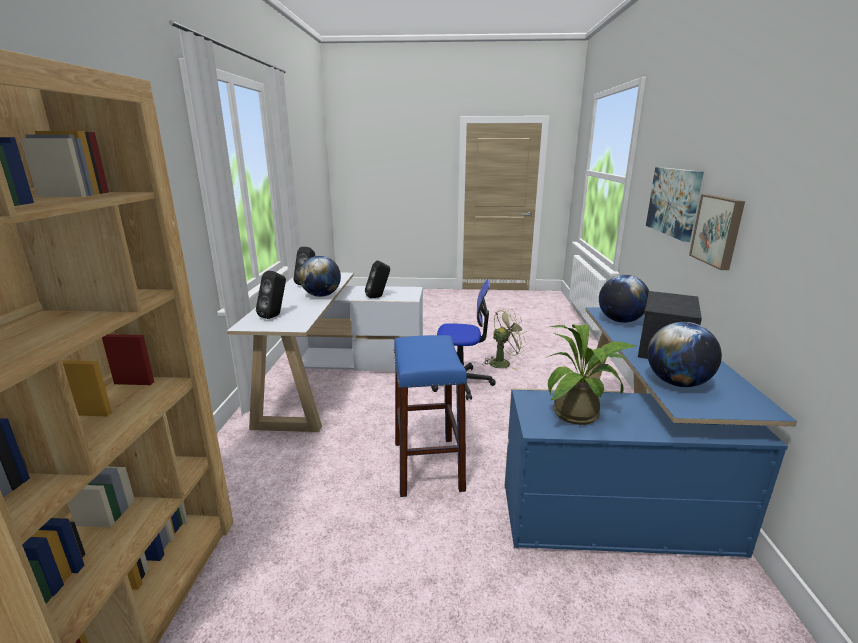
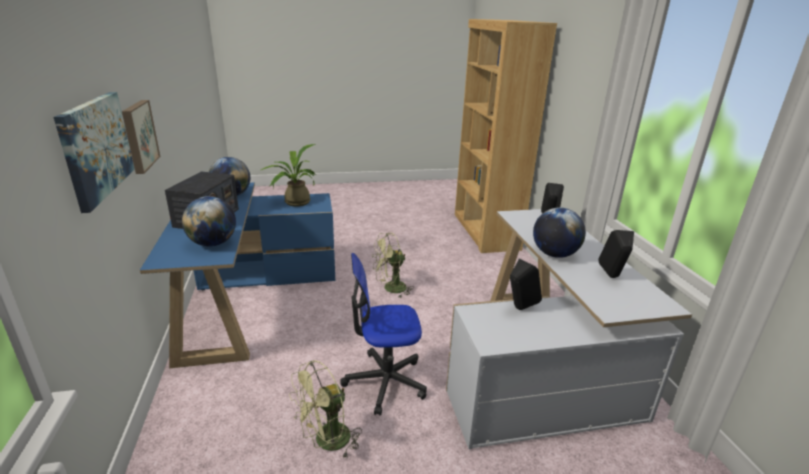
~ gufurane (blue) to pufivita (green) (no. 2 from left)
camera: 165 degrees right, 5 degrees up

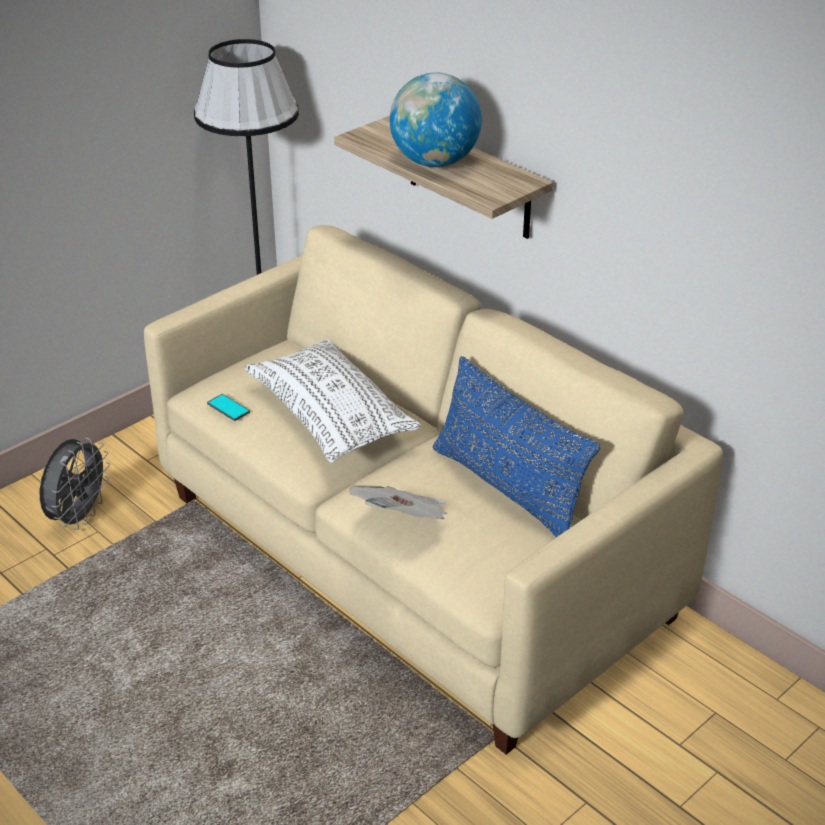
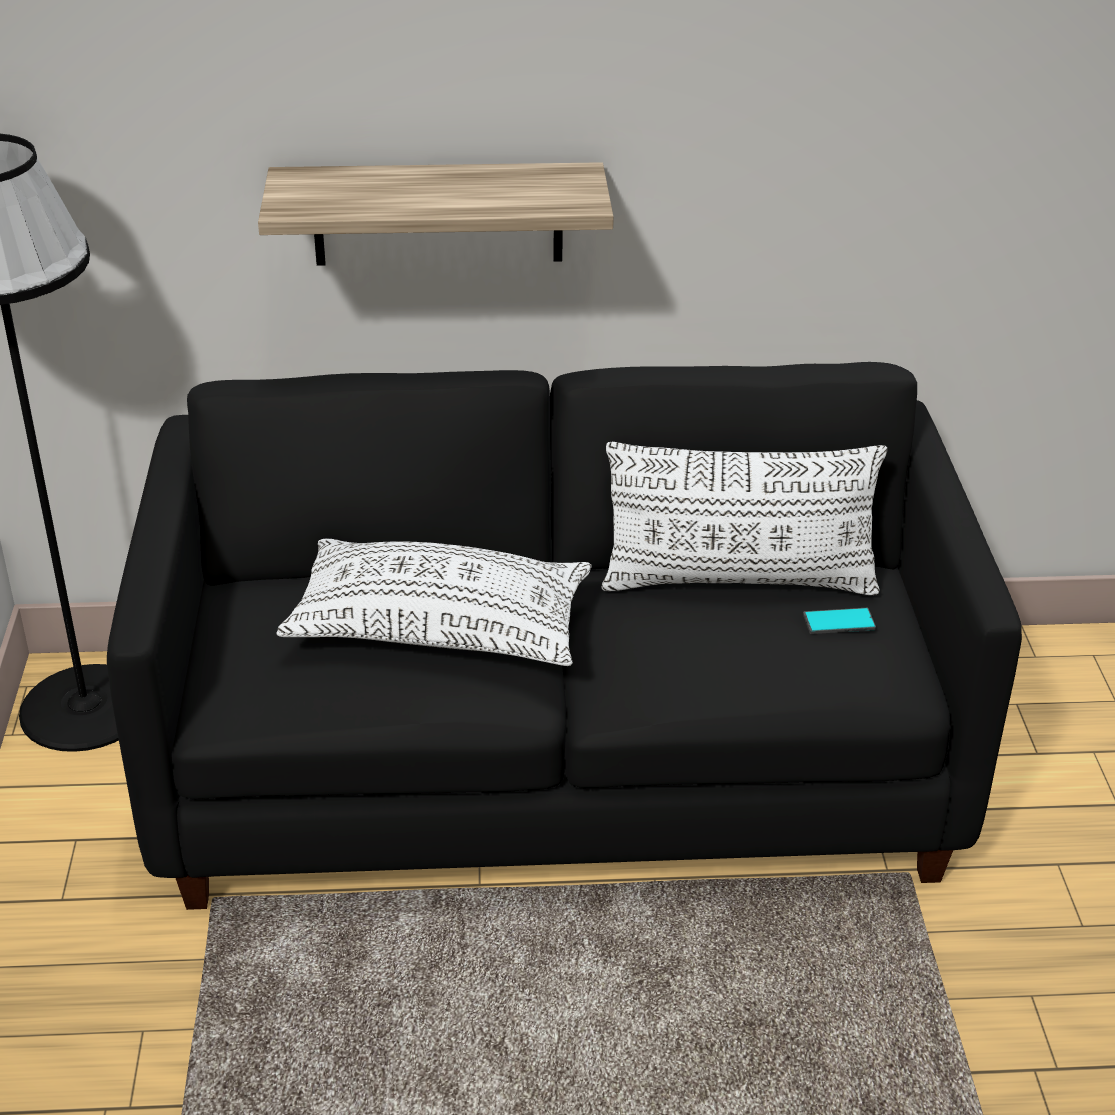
- pufivita (grey)
~ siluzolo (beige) to siluzolo (black)
~ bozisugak
- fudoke
- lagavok
~ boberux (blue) to boberux (white) (no. 2 from left)
camera: 50 degrees left, 0 degrees up

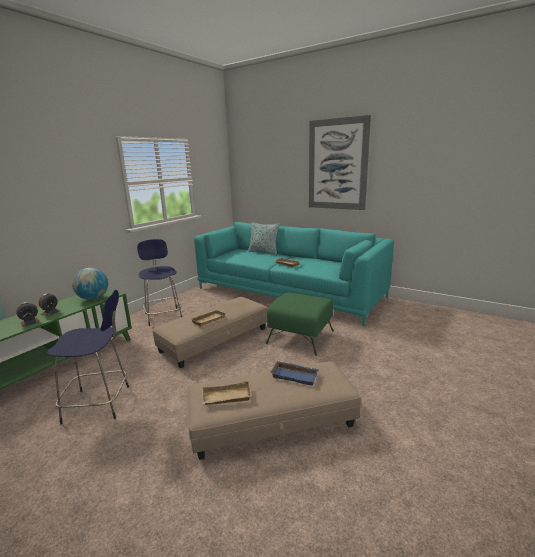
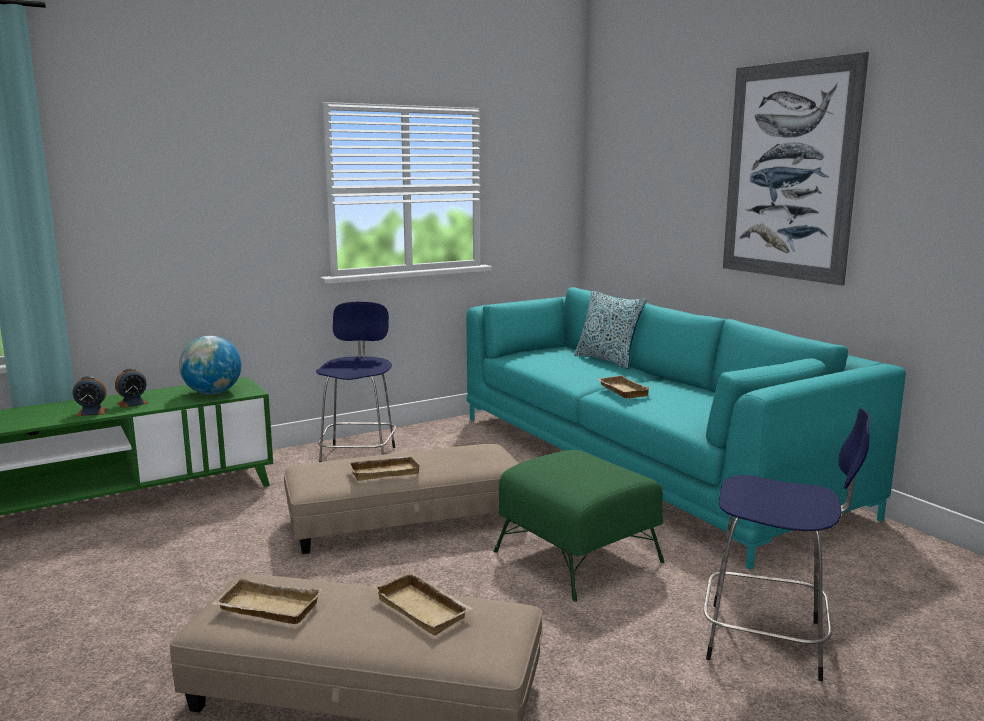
~ gufurane (blue) (no. 1 from left in the first image) to gufurane (blue) (no. 2 from left)
~ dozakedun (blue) to dozakedun (beige) (no. 3 from left)
camera: 25 degrees right, 5 degrees down

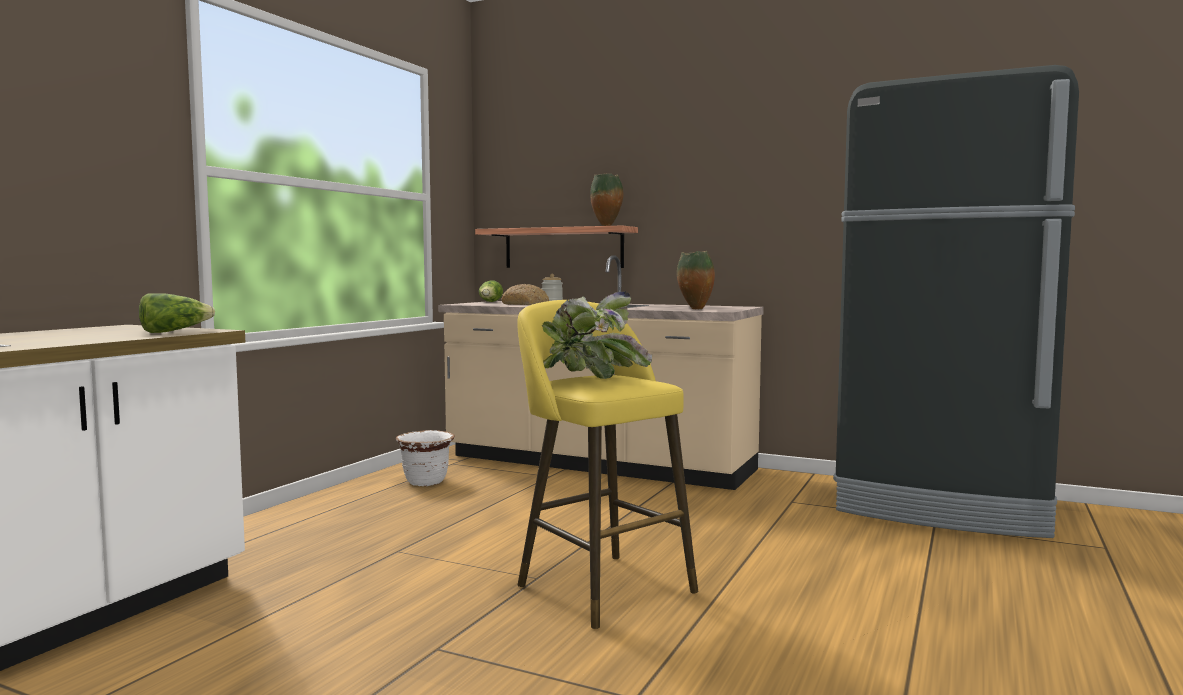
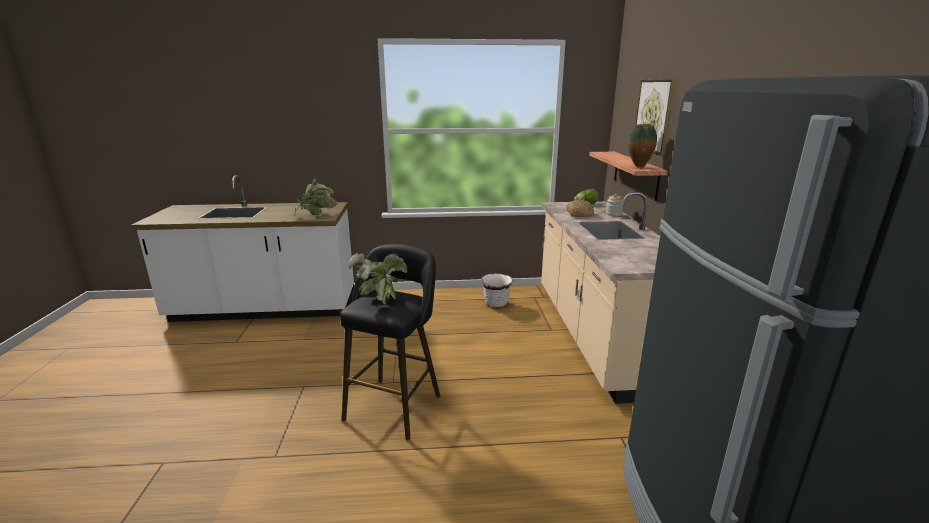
~ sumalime (no. 1 from left) to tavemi (no. 1 from left)
~ gufurane (yellow) to gufurane (black)
- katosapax (no. 2 from left)
+ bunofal
camera: 60 degrees right, 15 degrees up

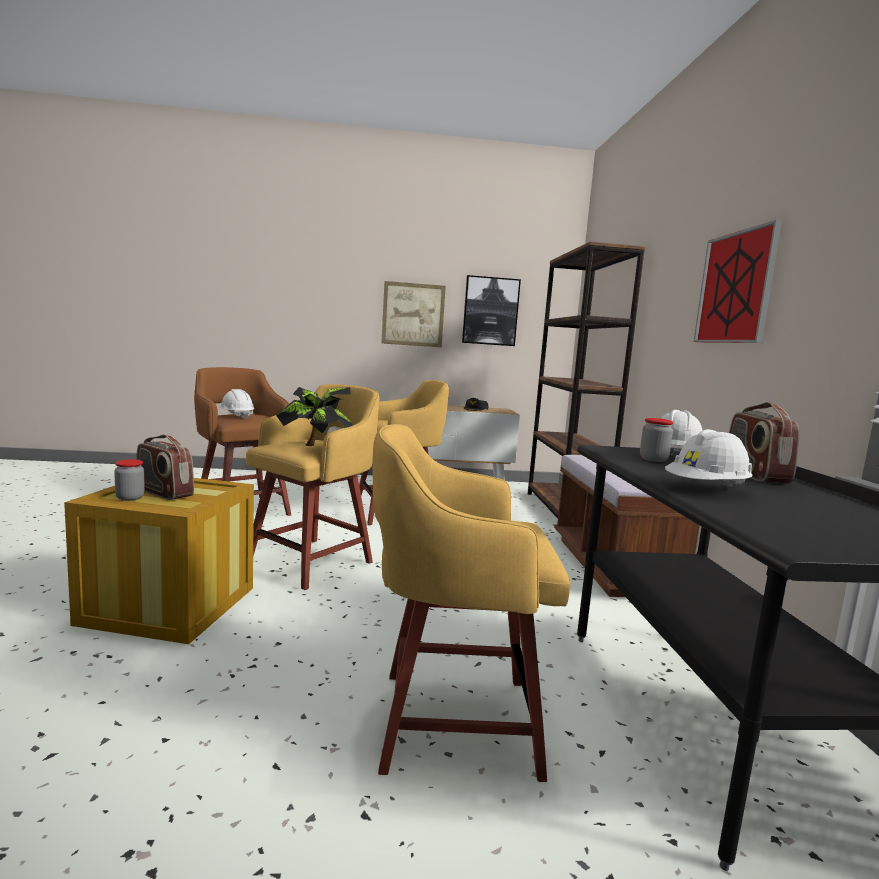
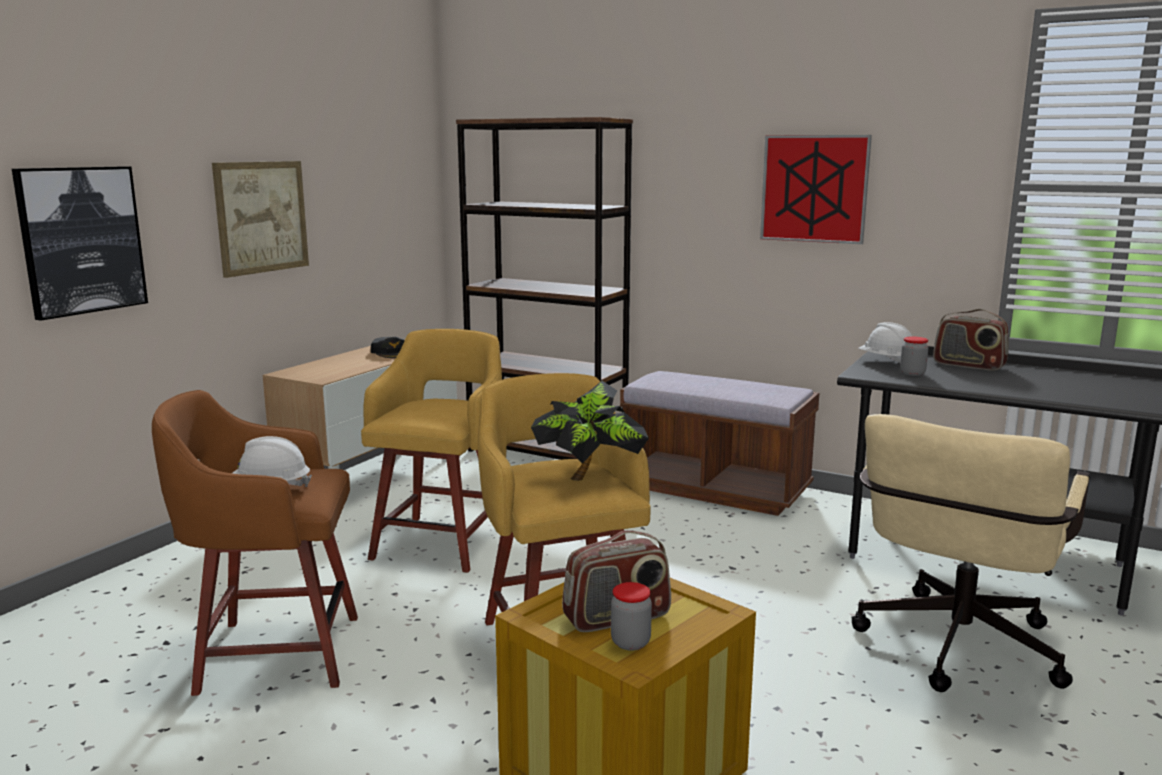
~ gufurane (yellow) (no. 3 from left) to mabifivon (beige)
~ bunofal (no. 2 from left in the first image) to bunofal (no. 1 from left)
- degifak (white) (no. 3 from left)
camera: 55 degrees left, 5 degrees up

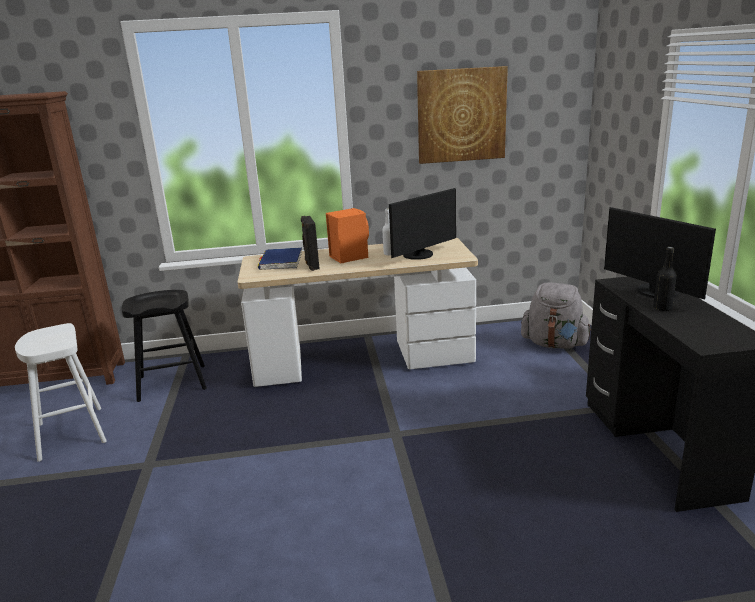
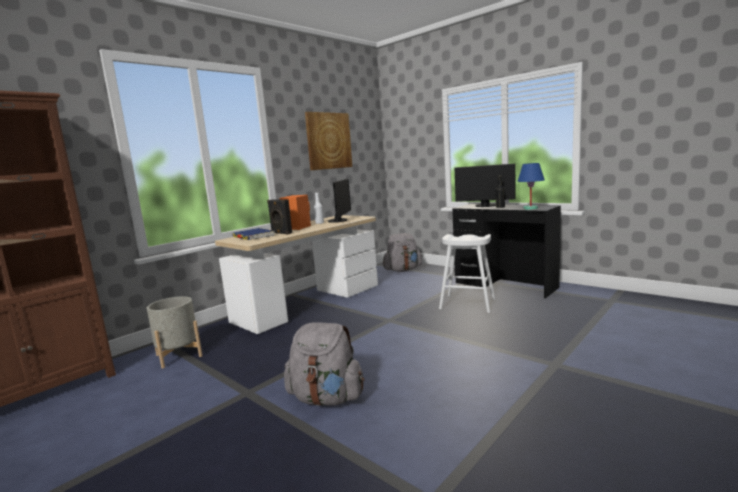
~ gufurane (white)
~ gufurane (black) to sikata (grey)
+ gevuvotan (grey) (no. 1 from left)
+ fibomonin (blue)
camera: 40 degrees left, 10 degrees down

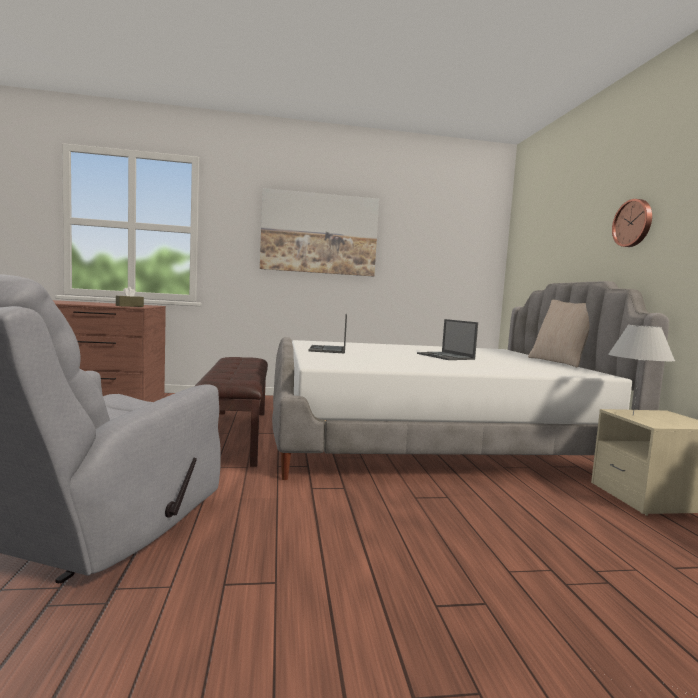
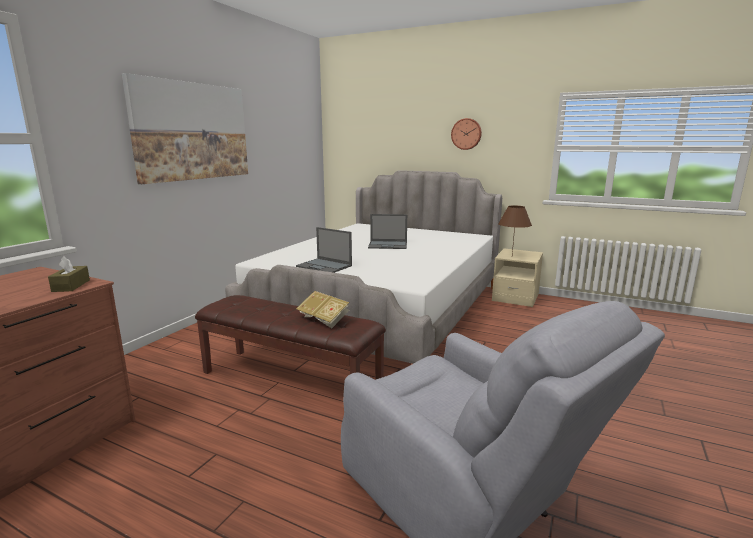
- boberux (beige)
~ fibomonin (white) to fibomonin (brown)
+ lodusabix
camera: 55 degrees left, 10 degrees up

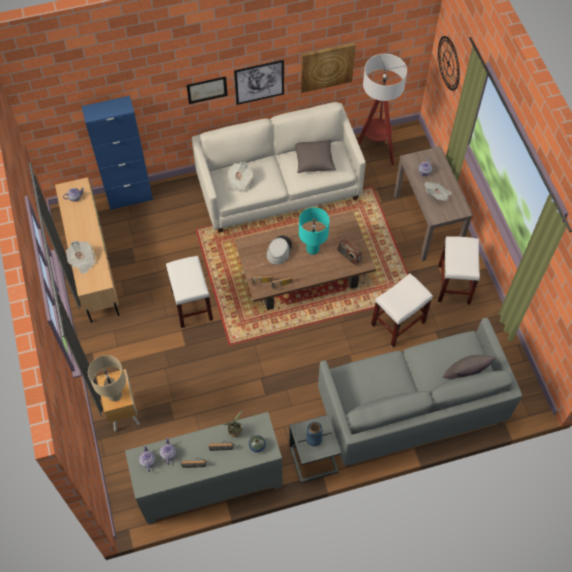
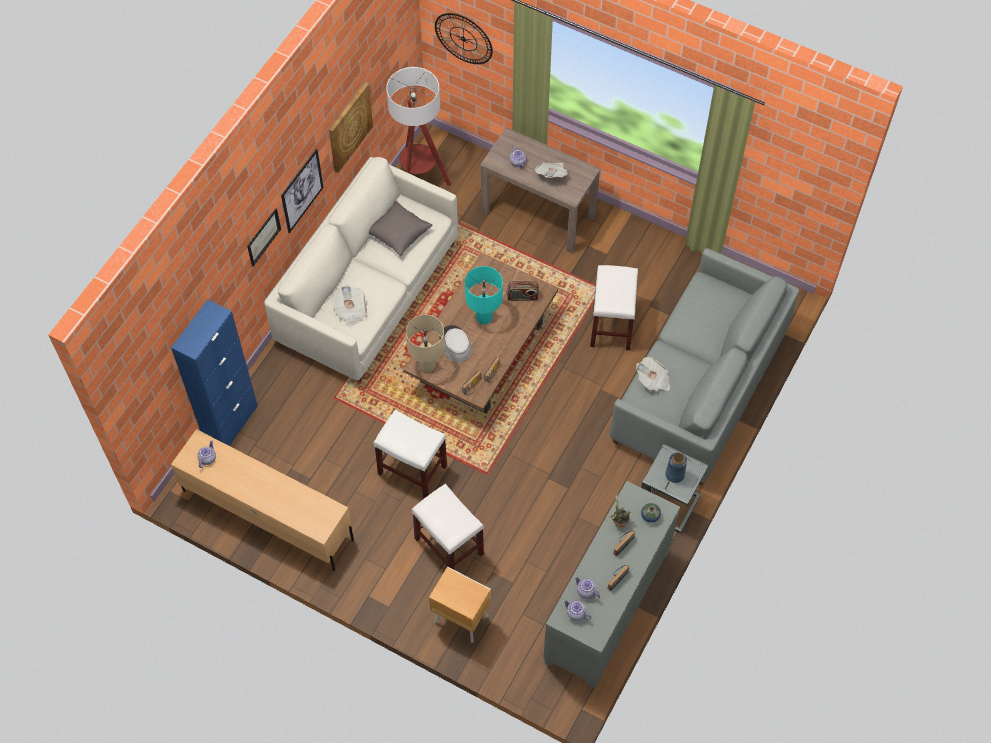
~ fudoke (no. 1 from left in the first image) to fudoke (no. 3 from left)
~ fibomonin (beige)
~ gufurane (white) (no. 3 from left in the first image) to gufurane (white) (no. 2 from left)
- boberux (grey) (no. 2 from left)
camera: 45 degrees left, 0 degrees up

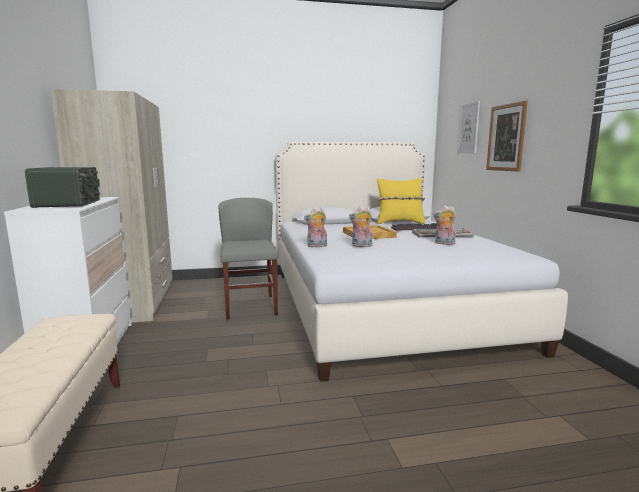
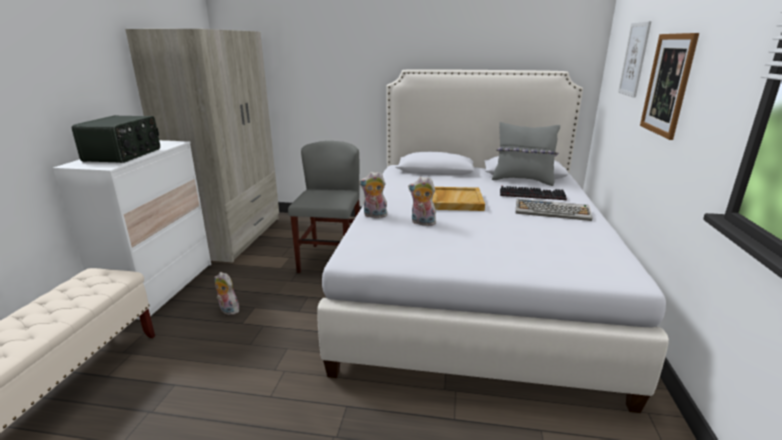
~ boberux (yellow) to boberux (grey)
~ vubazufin (no. 3 from left in the first image) to vubazufin (no. 1 from left)
camera: 20 degrees right, 10 degrees up

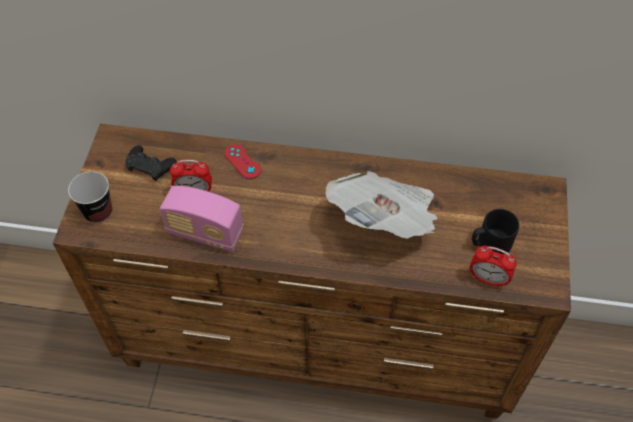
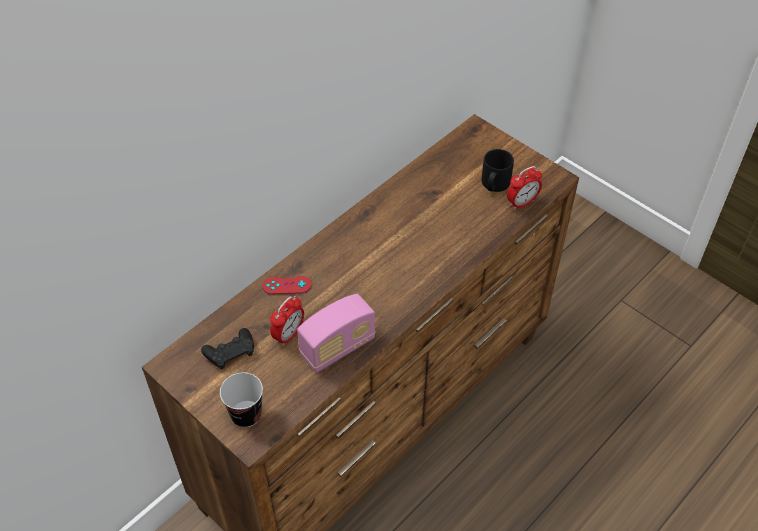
- fudoke
camera: 55 degrees left, 5 degrees down

